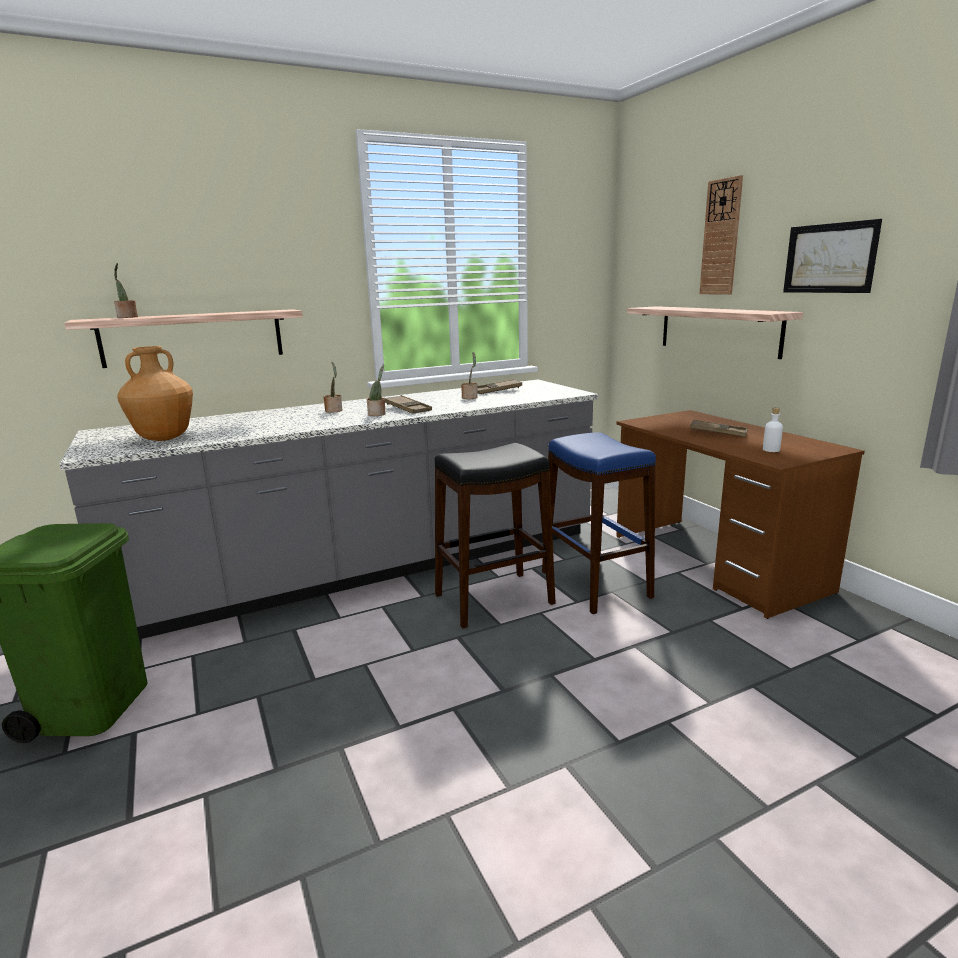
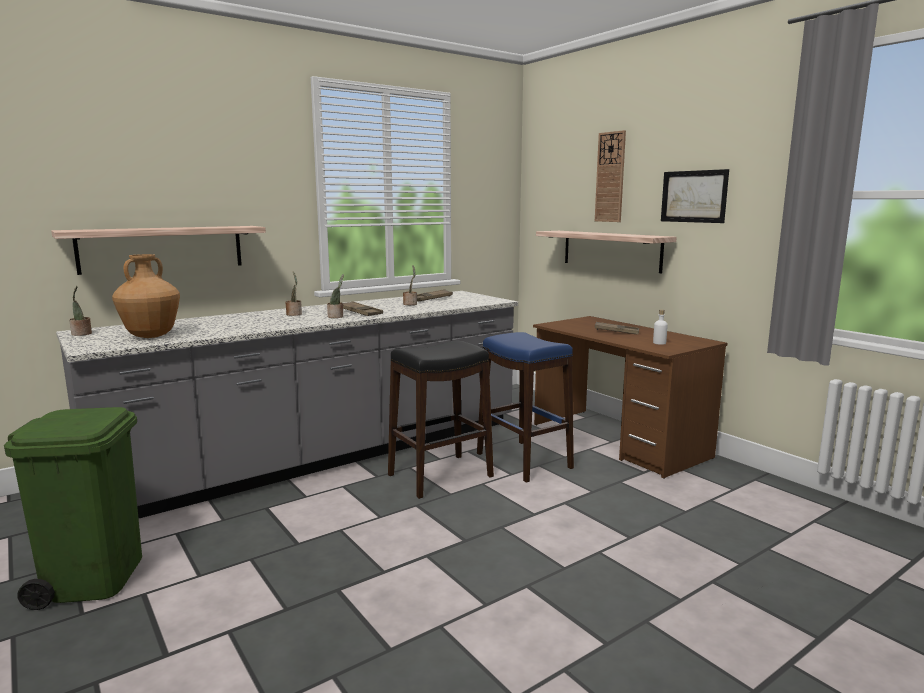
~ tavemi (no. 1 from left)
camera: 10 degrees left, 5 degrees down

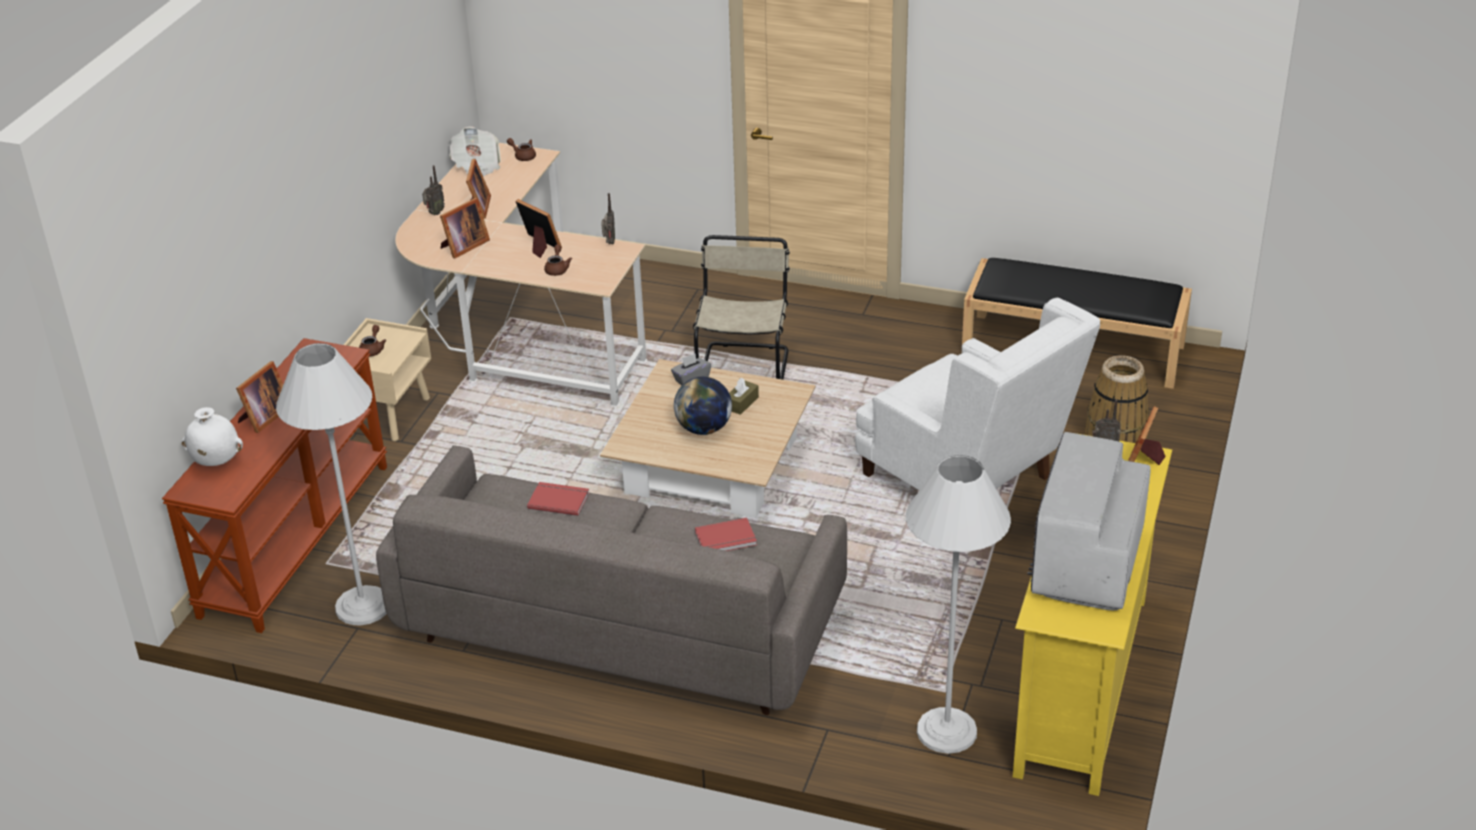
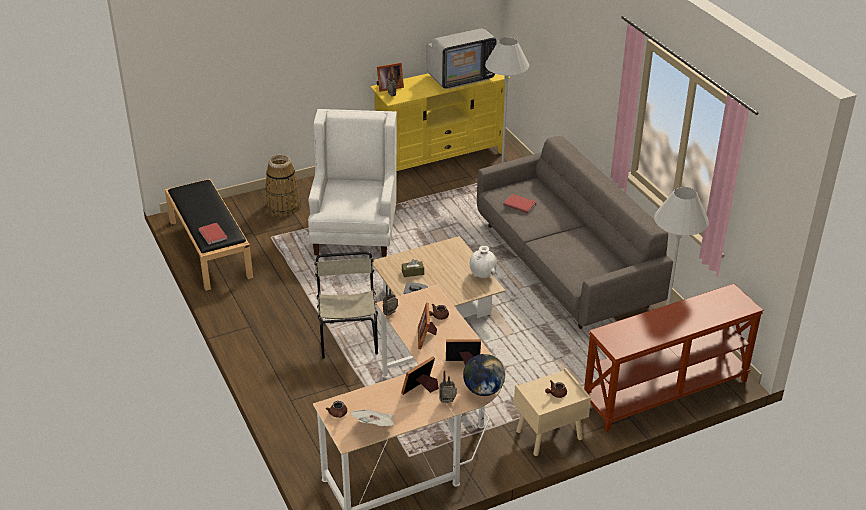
~ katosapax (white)
- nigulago (no. 1 from left)
~ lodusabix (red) (no. 1 from left)
~ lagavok
~ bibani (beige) 120 degrees clockwise
camera: 135 degrees left, 0 degrees up

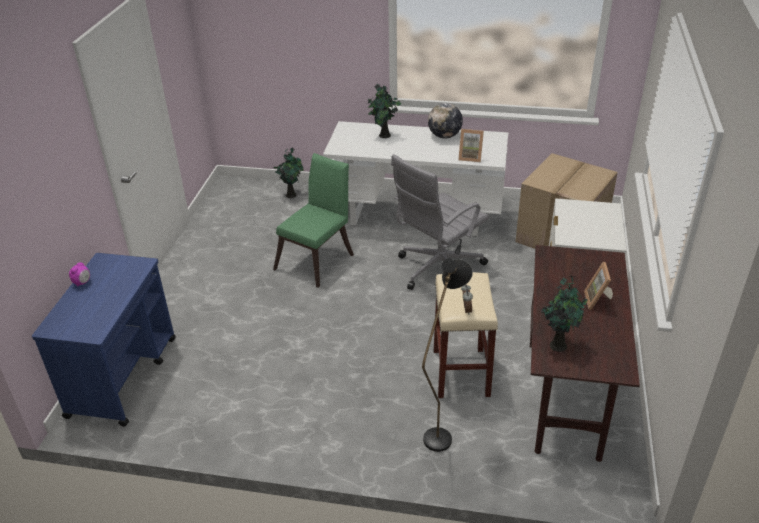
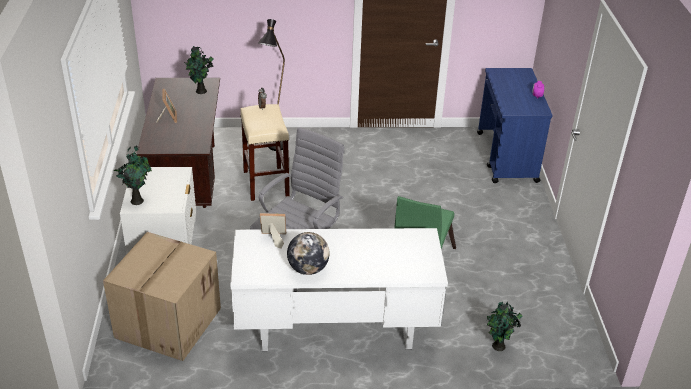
~ tavemi (no. 2 from left in the first image) to tavemi (no. 1 from left)
camera: 165 degrees right, 0 degrees up

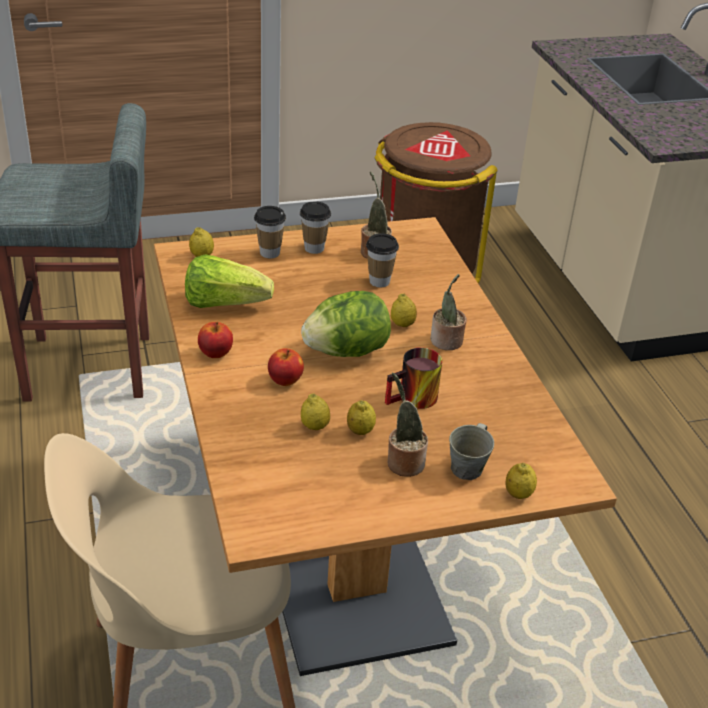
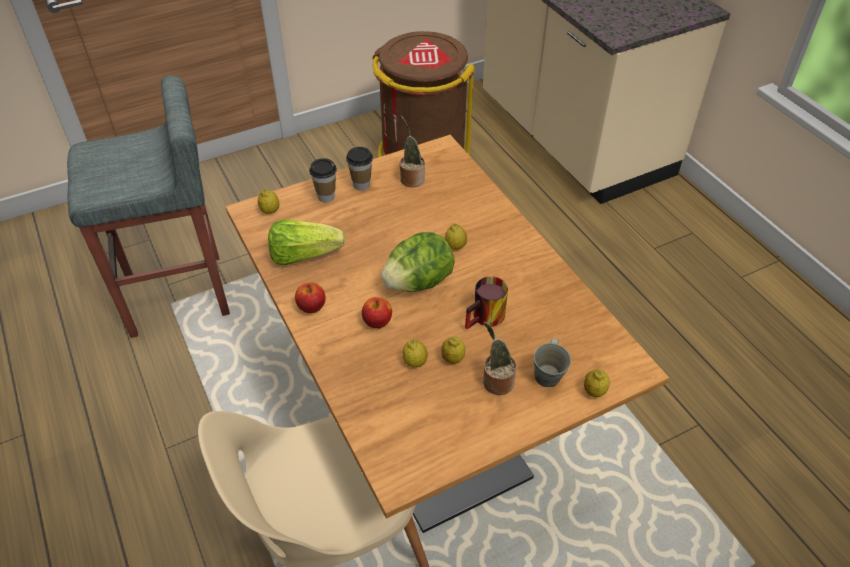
- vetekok (no. 3 from left)
- tavemi (no. 3 from left)
camera: 10 degrees left, 10 degrees up

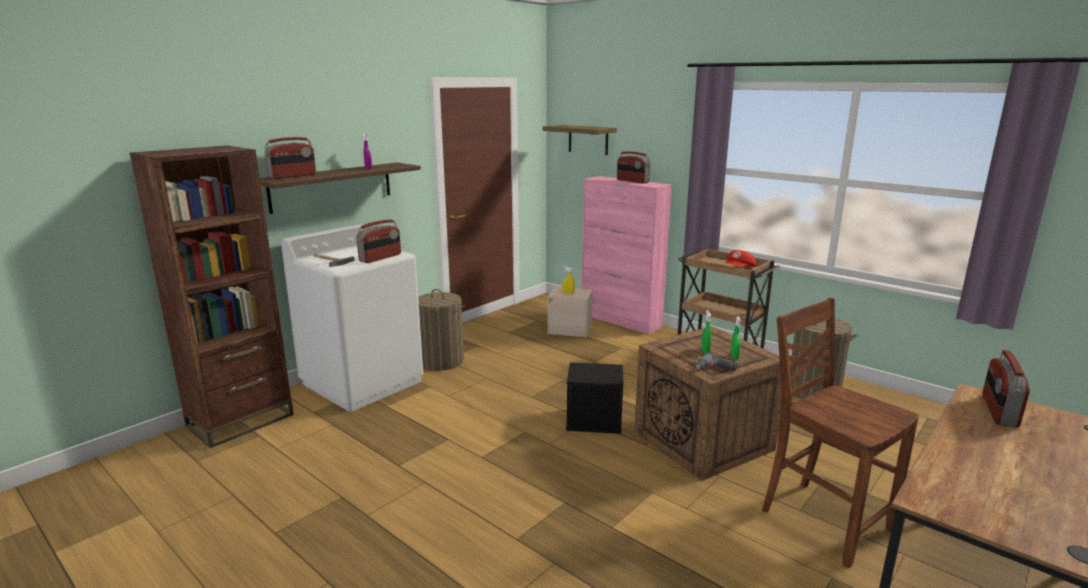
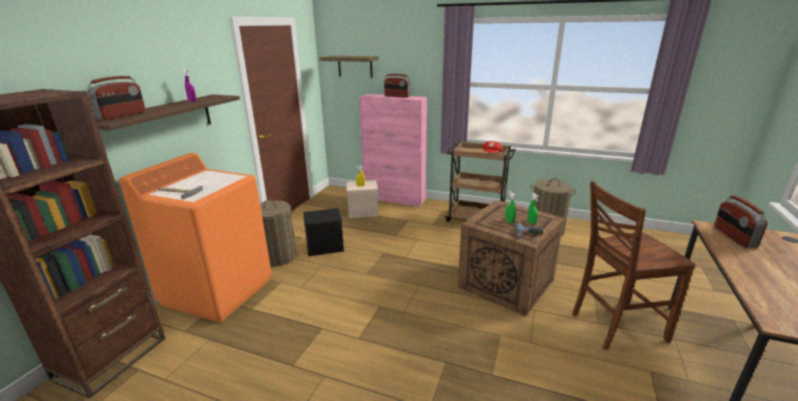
~ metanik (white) to metanik (orange)
- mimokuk (no. 2 from left)
~ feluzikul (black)
~ bibani (brown) 45 degrees counterclockwise
camera: 20 degrees left, 5 degrees up

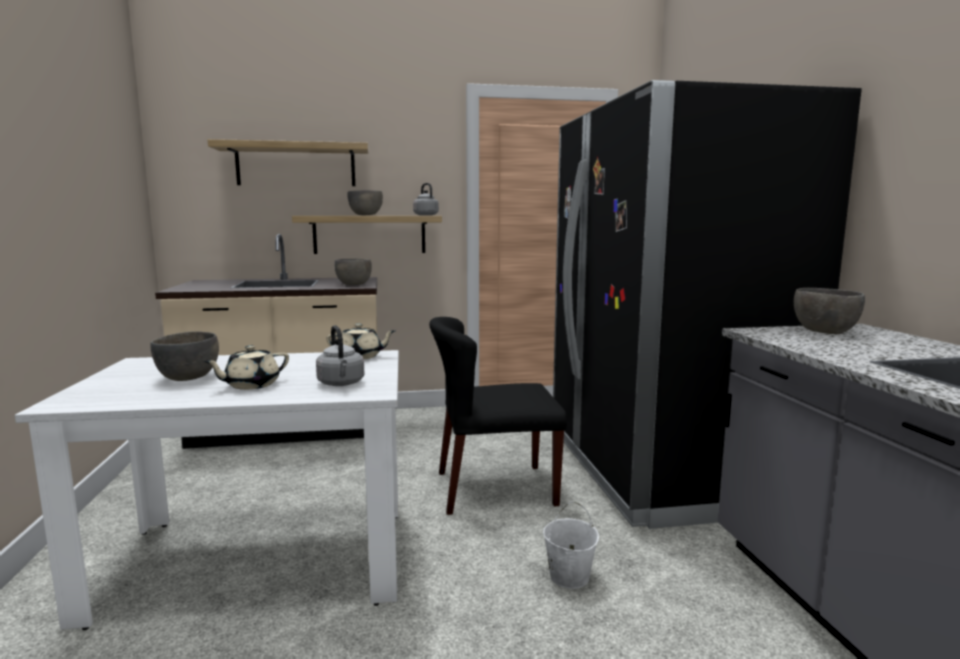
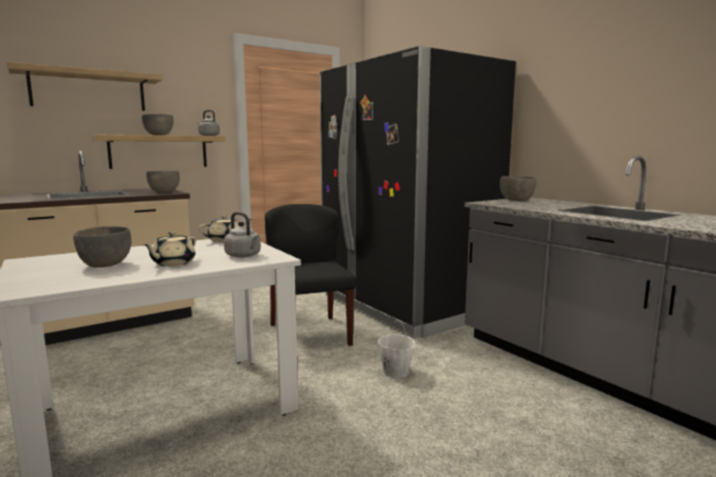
~ bibani (black) 105 degrees clockwise
camera: 25 degrees left, 0 degrees up

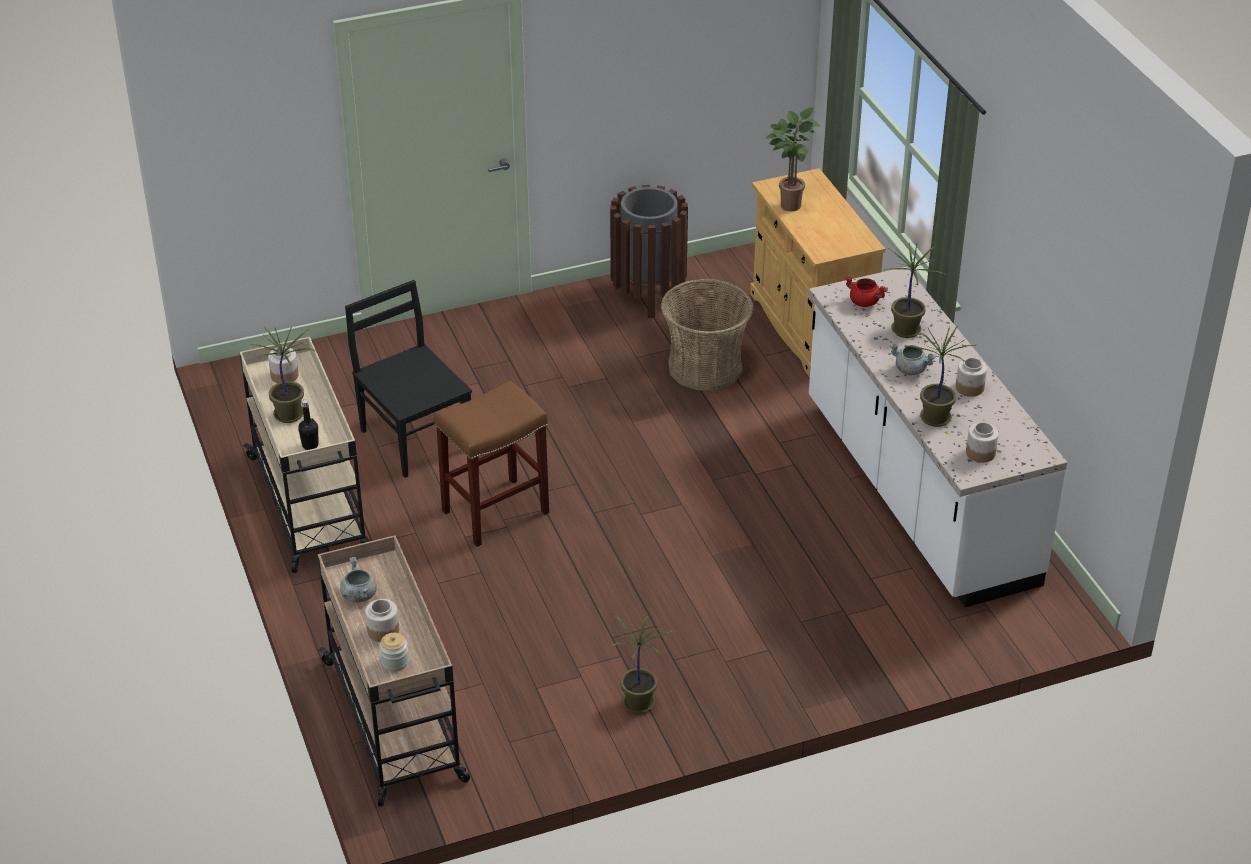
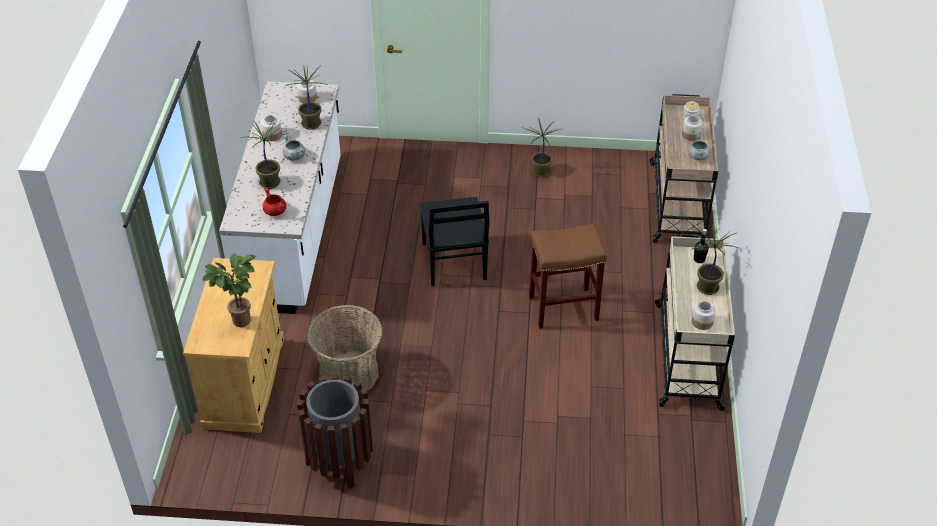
~ bibani (black)
camera: 155 degrees left, 5 degrees up

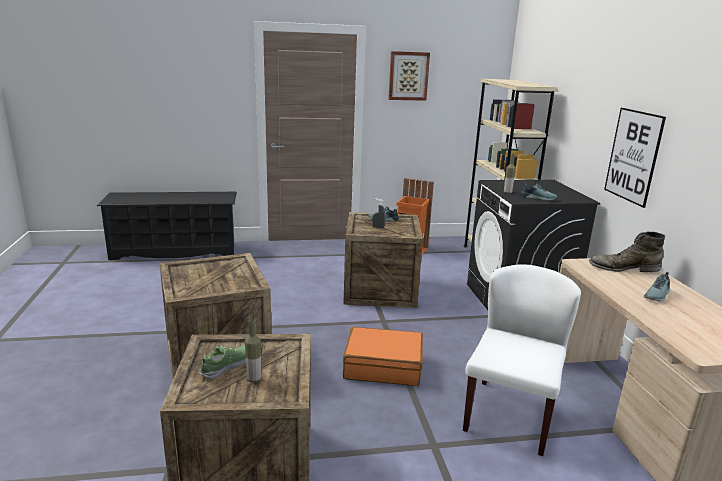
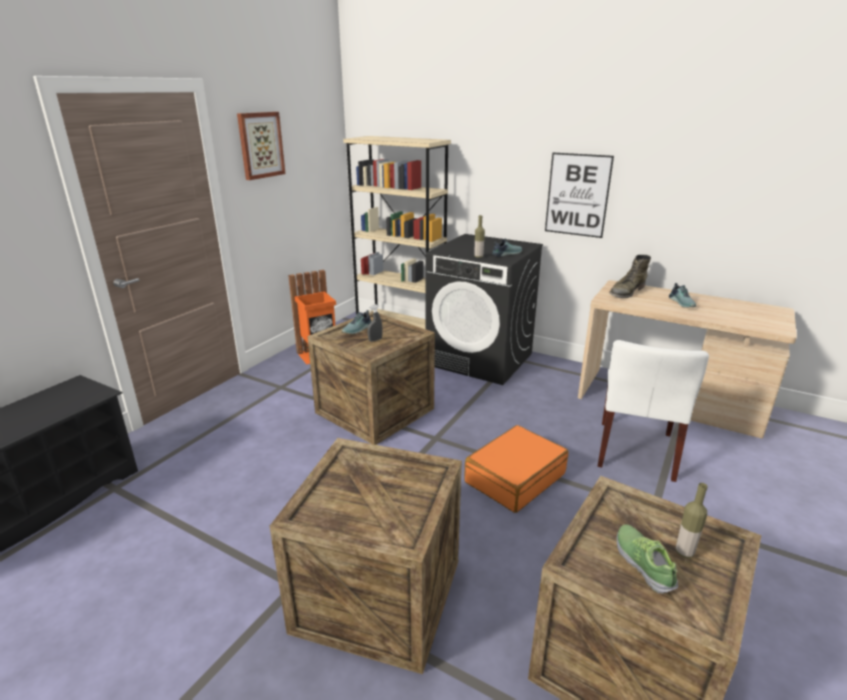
~ bibani (white) 135 degrees counterclockwise
camera: 50 degrees left, 5 degrees up

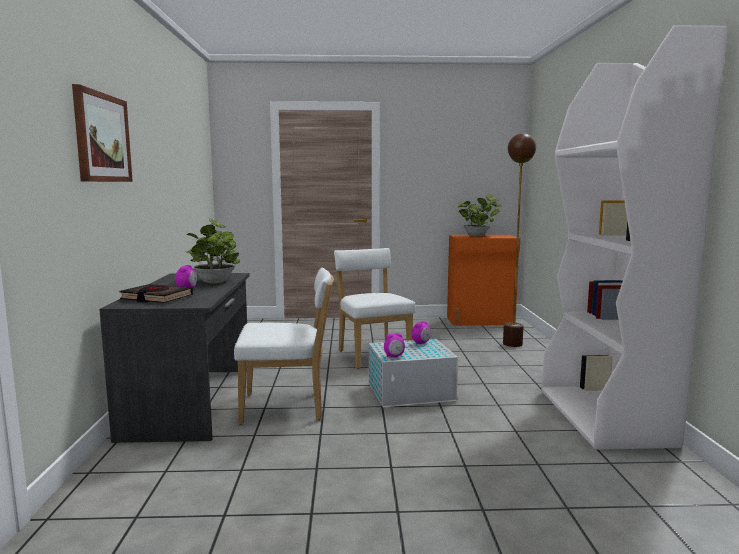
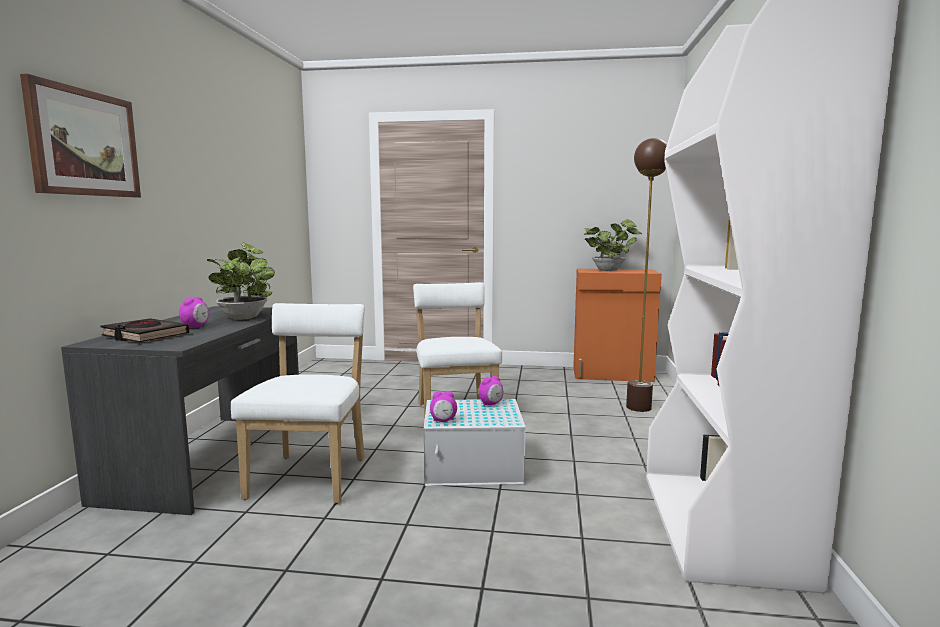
~ bibani (white) (no. 1 from left) 90 degrees counterclockwise
camera: 10 degrees right, 0 degrees up

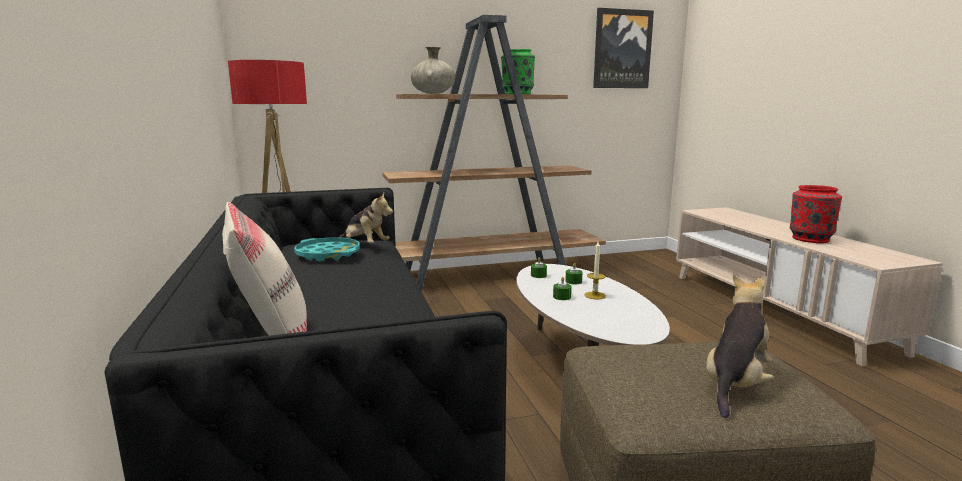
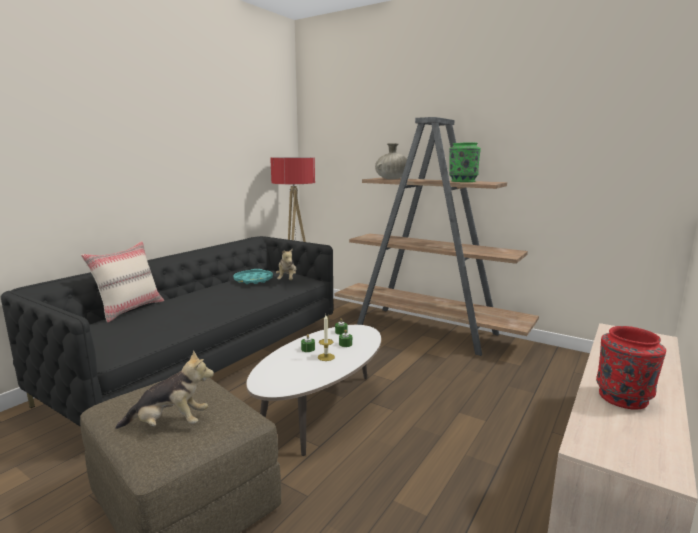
- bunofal
camera: 50 degrees right, 0 degrees up

